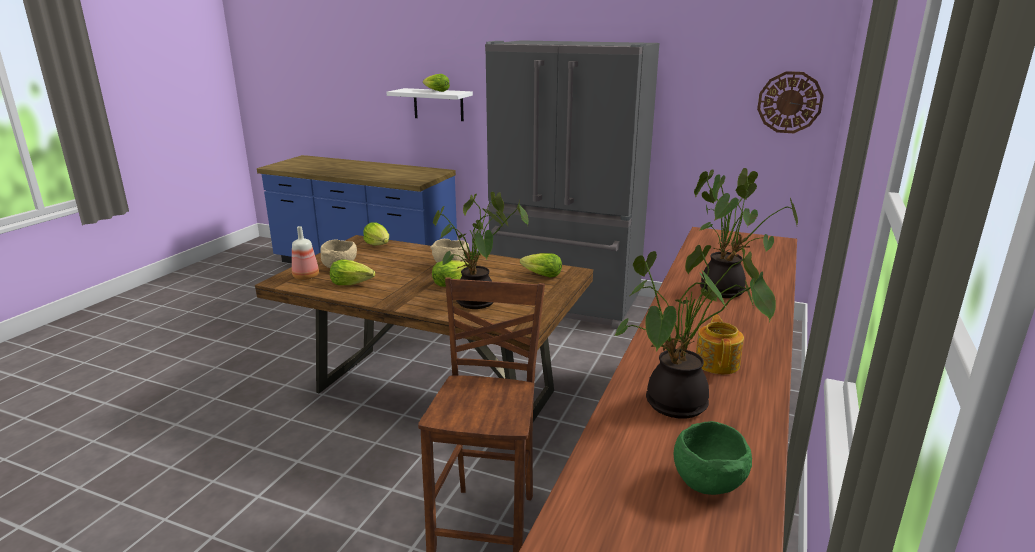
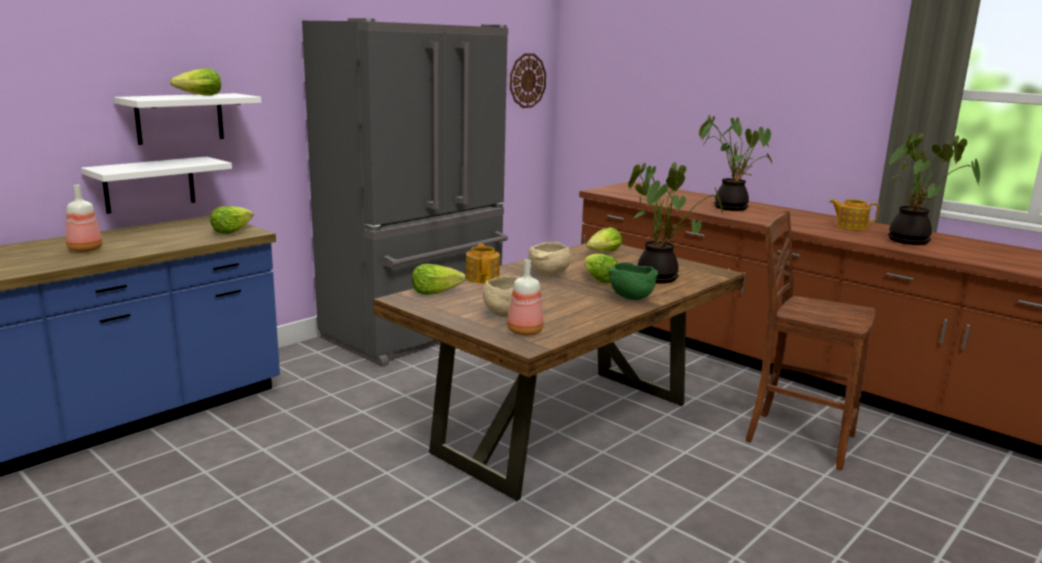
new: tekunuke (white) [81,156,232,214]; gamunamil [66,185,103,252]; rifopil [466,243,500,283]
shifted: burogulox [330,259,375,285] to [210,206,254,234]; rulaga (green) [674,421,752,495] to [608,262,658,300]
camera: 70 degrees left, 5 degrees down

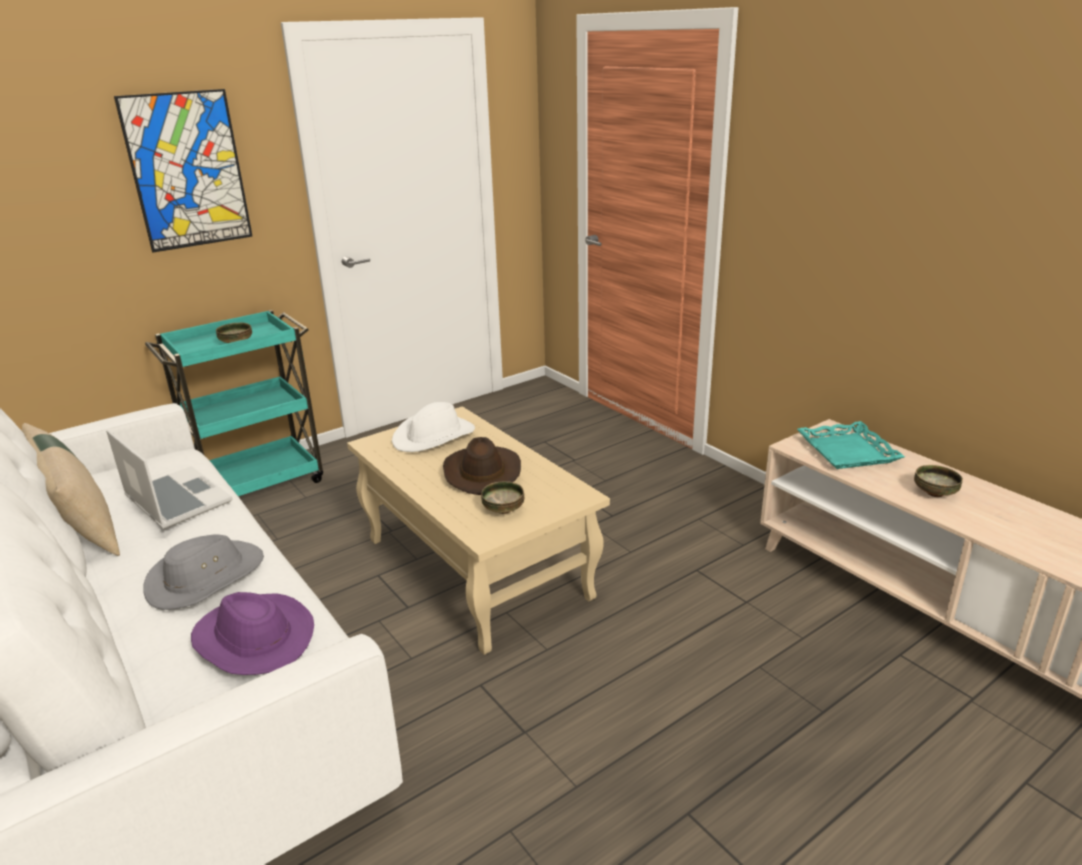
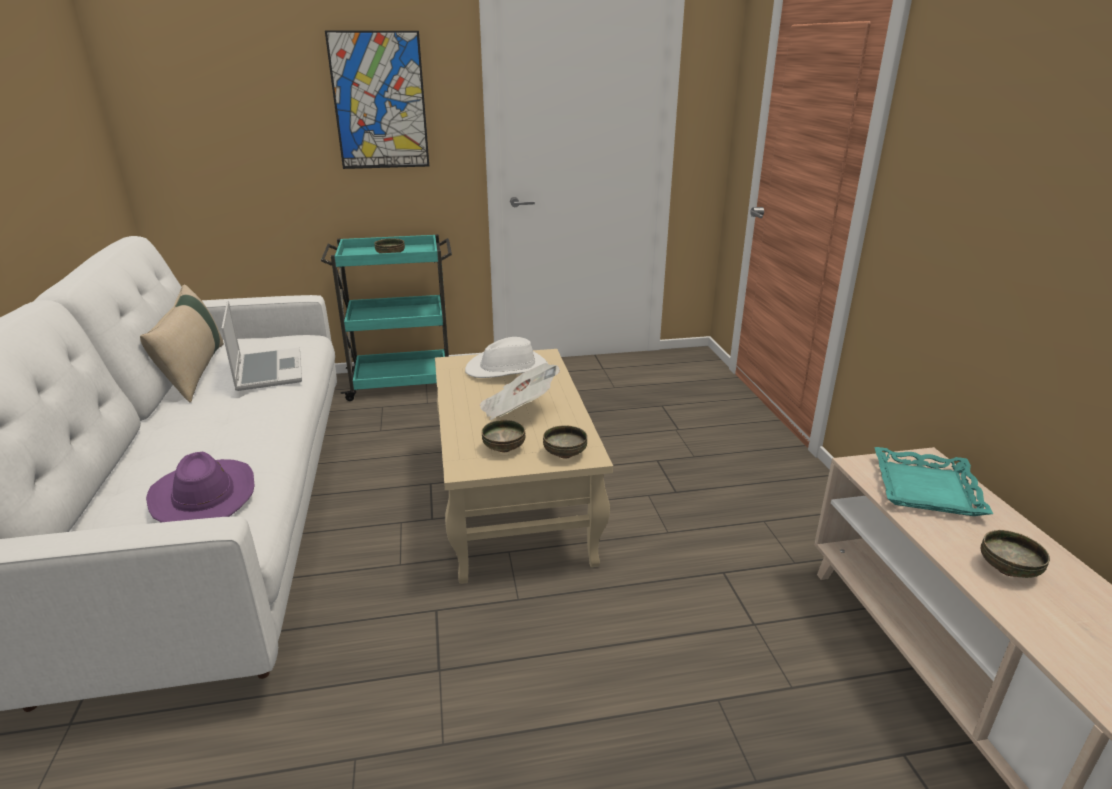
gone: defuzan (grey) [143,534,264,610]
new: rulaga [543,425,587,459]
swapped: defuzan (brown) [443,437,521,495] to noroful [480,363,560,420]
camera: 25 degrees right, 0 degrees up

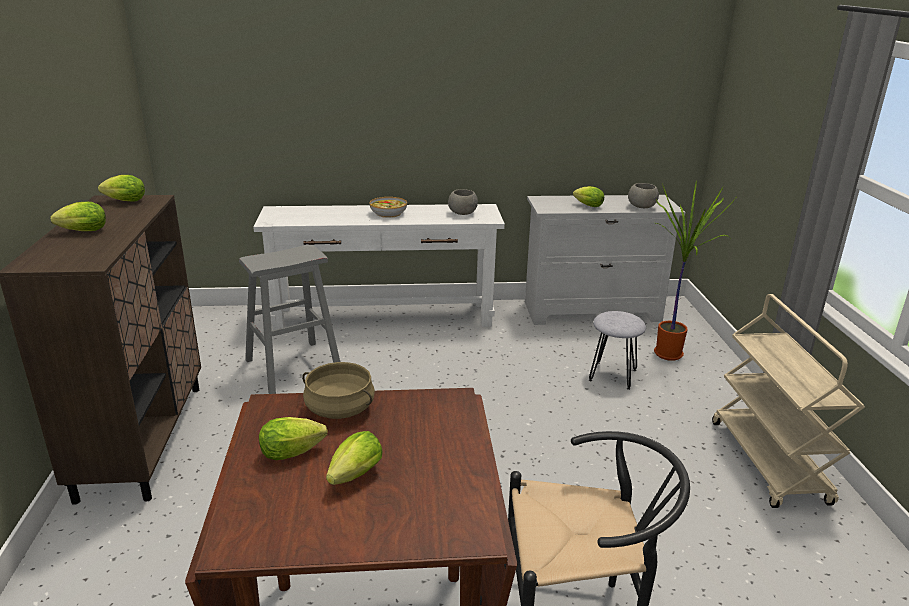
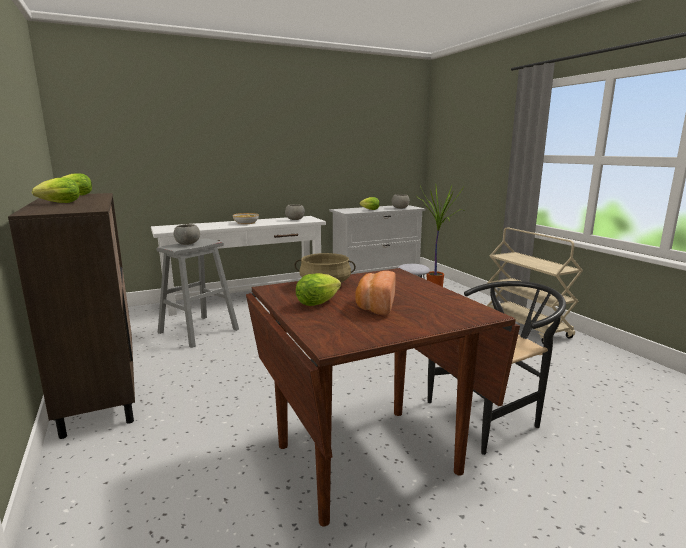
new: rulaga (grey) [173,224,200,245]
swapped: burogulox [326,431,383,485] to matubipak [355,271,396,315]
camera: 20 degrees left, 10 degrees down

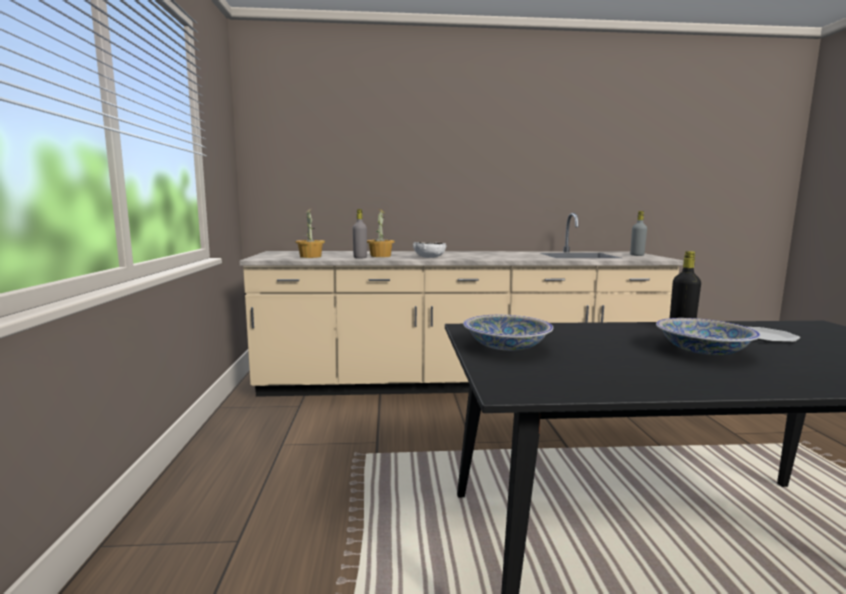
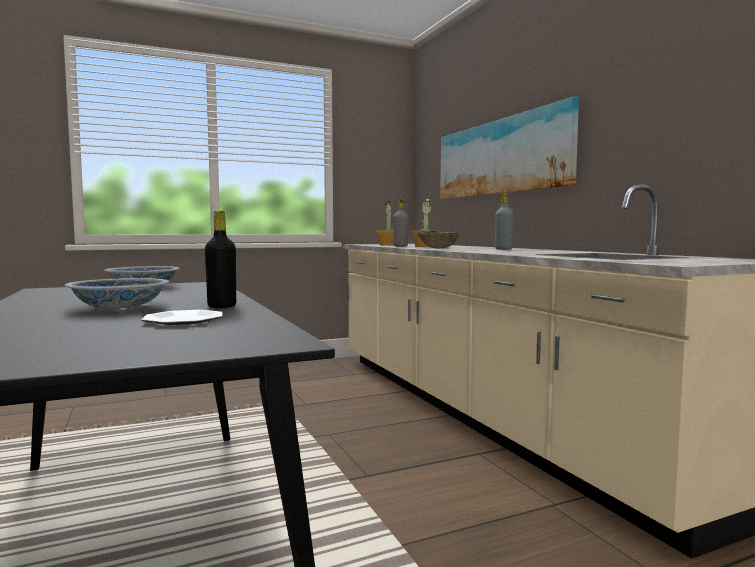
new: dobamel [440,96,579,199]
shifted: gamunamil (grey) [630,211,647,256] to [495,192,514,250]
repainted: rulaga (white) [413,242,447,258] to rulaga (brown) [418,231,459,248]
camera: 70 degrees right, 5 degrees down

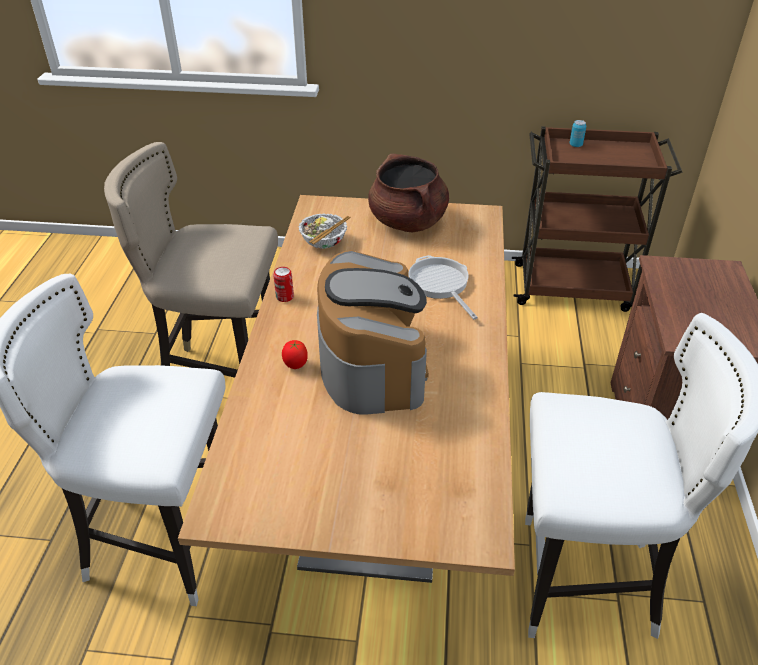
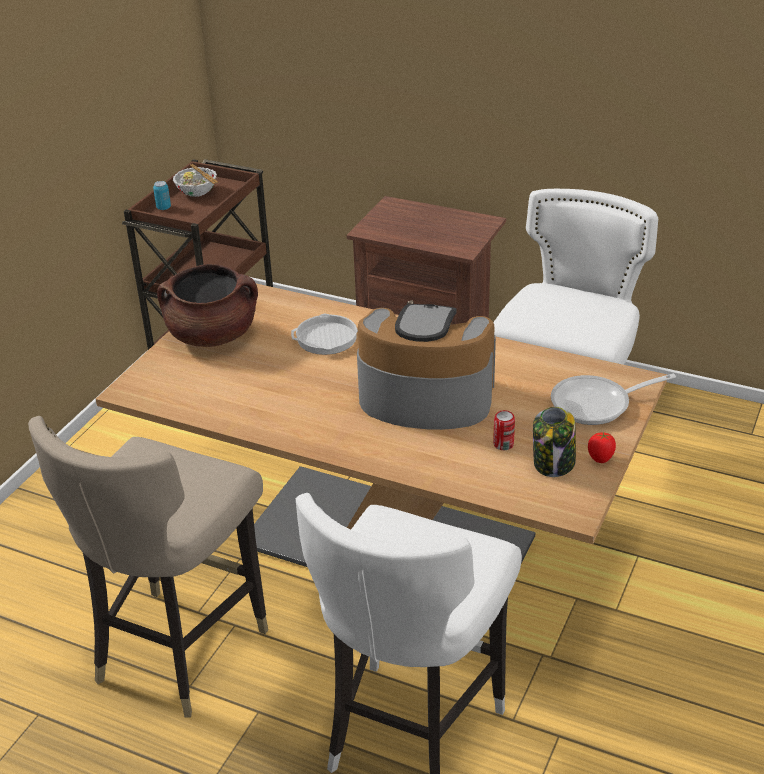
new: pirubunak [551,374,676,425]; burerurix [533,407,576,477]
shifted: rulaga [299,214,351,249] to [173,164,218,197]; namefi [273,267,294,302] to [493,410,515,450]; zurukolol [282,340,308,369] to [588,432,616,463]
camera: 70 degrees left, 5 degrees down

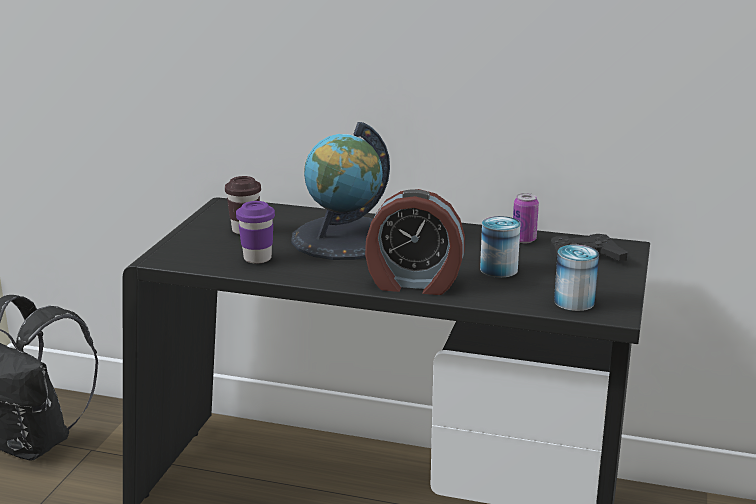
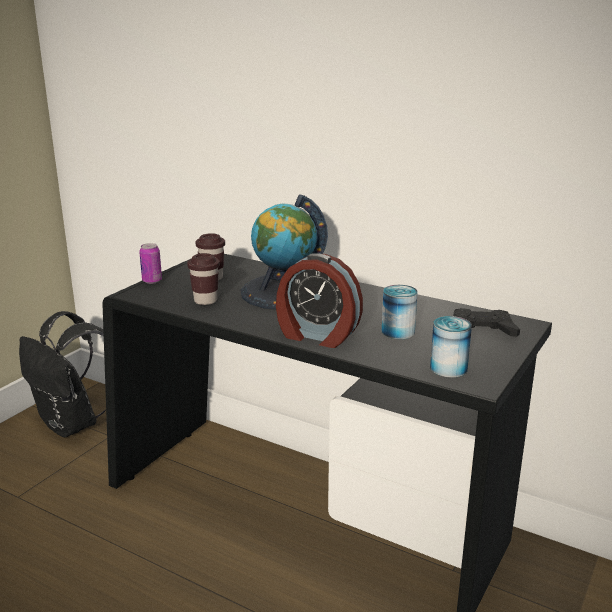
shifted: namefi [513,193,539,243] to [139,243,162,284]
repainted: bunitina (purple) [236,201,275,264] to bunitina (brown) [187,253,220,305]
camera: 15 degrees right, 0 degrees up

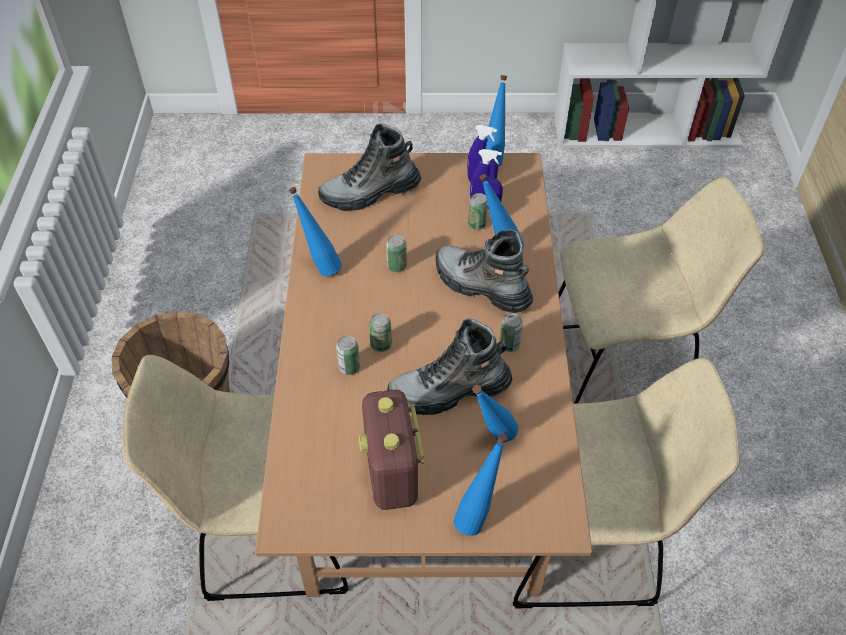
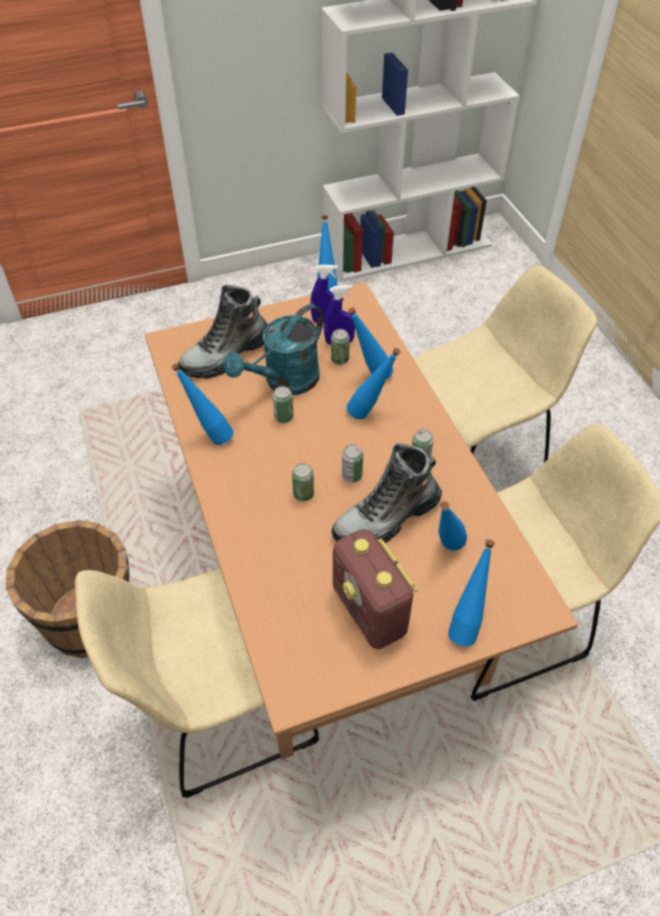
new: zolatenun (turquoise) [223,304,323,395]
shifted: namefi [336,336,360,375] to [342,445,363,483]
swapped: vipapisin [435,229,533,313] to gamunamil (blue) [347,348,401,419]
camera: 20 degrees left, 0 degrees up

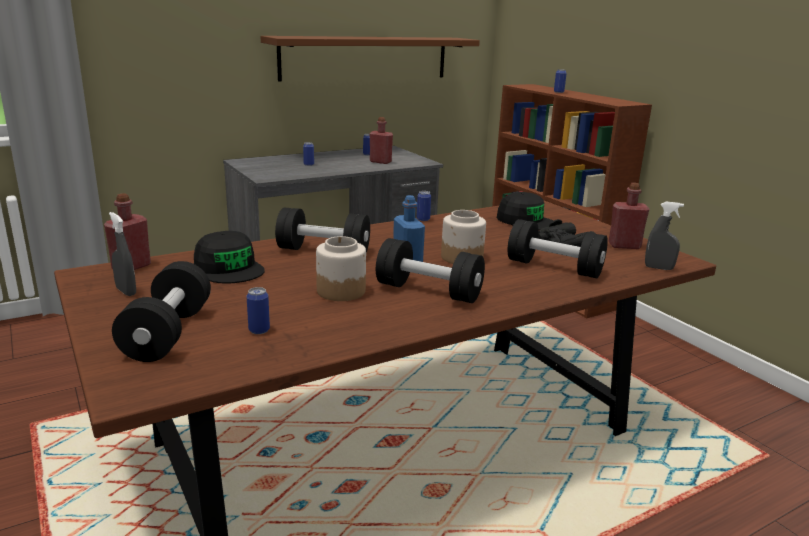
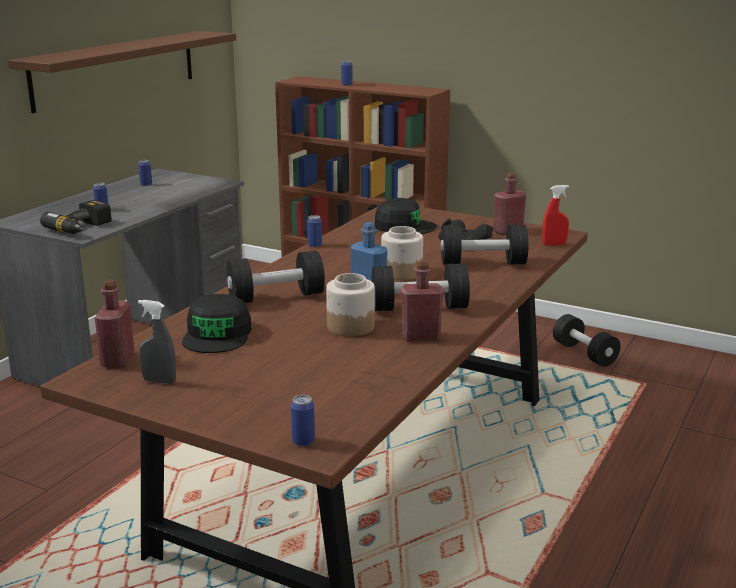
new: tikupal [40,200,112,234]
shifted: gamunamil (red) [370,117,393,164] to [400,260,444,341]; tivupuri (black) [112,261,211,362] to [553,314,621,367]; namefi [247,287,270,334] to [291,395,315,446]
repainted: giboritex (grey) [645,201,684,270] to giboritex (red) [542,185,569,246]
rotated: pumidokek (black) [194,231,265,284] = [182,294,251,353] 75 degrees clockwise
camera: 30 degrees left, 0 degrees up

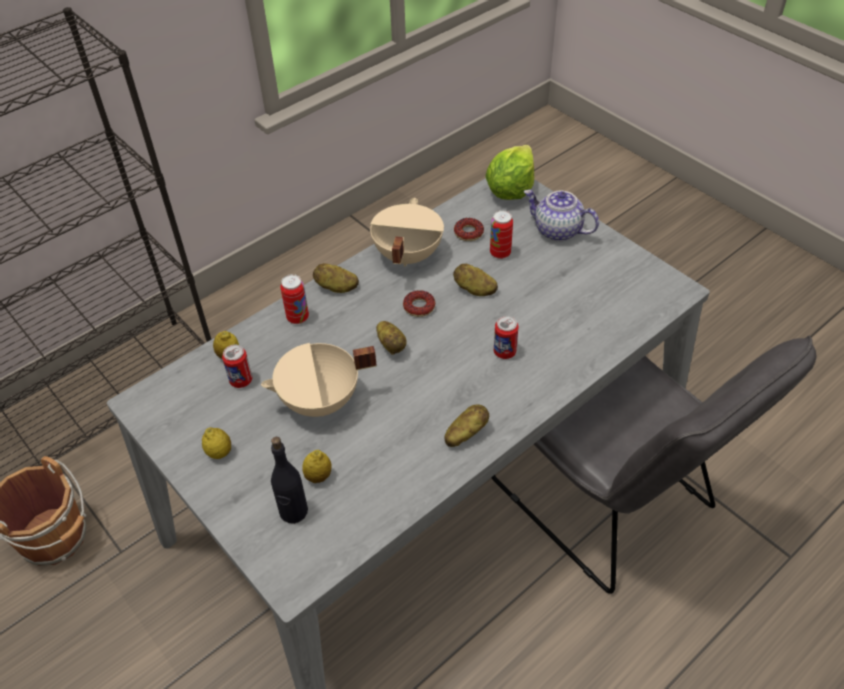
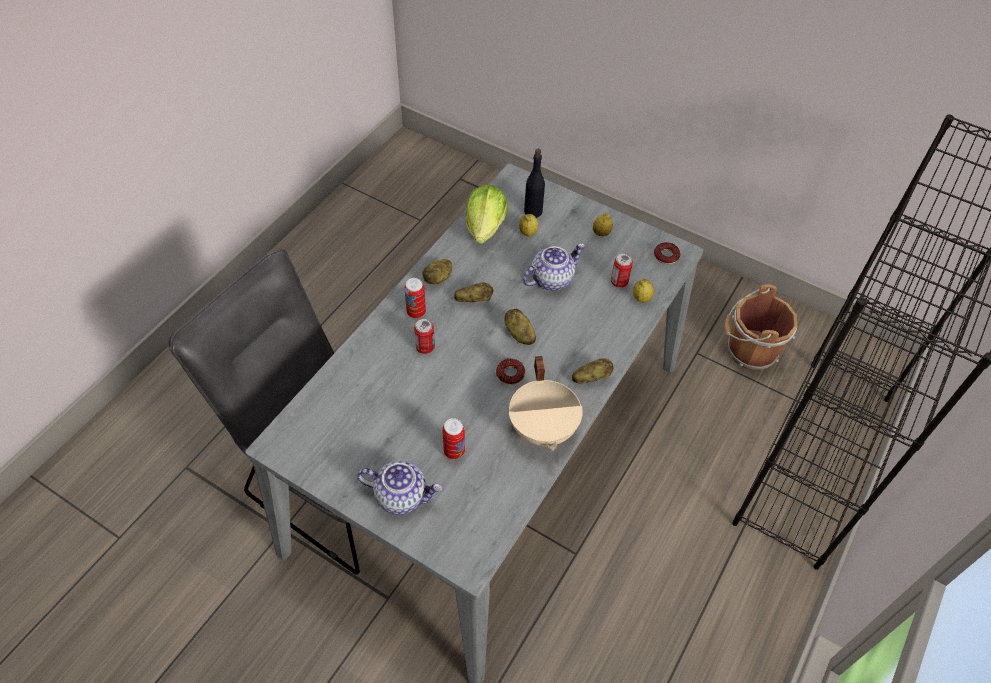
shifted: burogulox [485,145,534,200] to [466,184,508,244]; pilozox [454,218,484,241] to [654,242,680,264]; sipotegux [453,264,498,296] to [454,282,493,302]; namefi [280,274,309,324] to [404,278,426,318]
swapped: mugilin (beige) [261,343,377,417] to rifopil [523,243,585,291]
camera: 160 degrees right, 5 degrees up

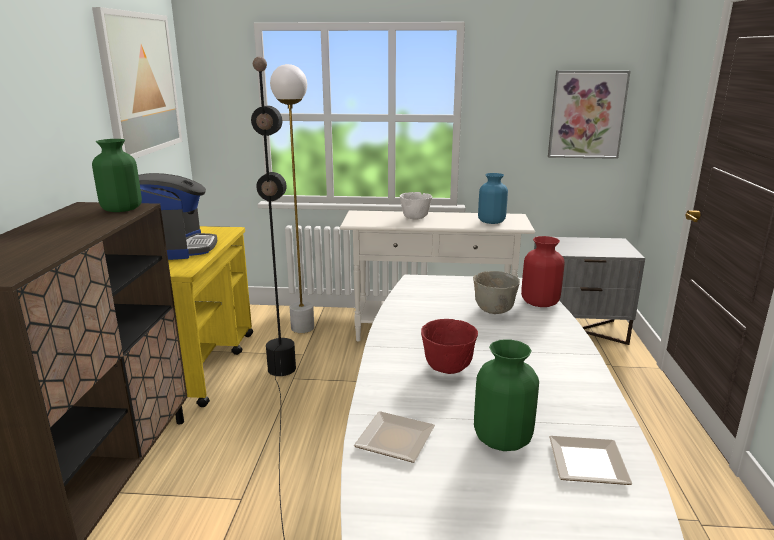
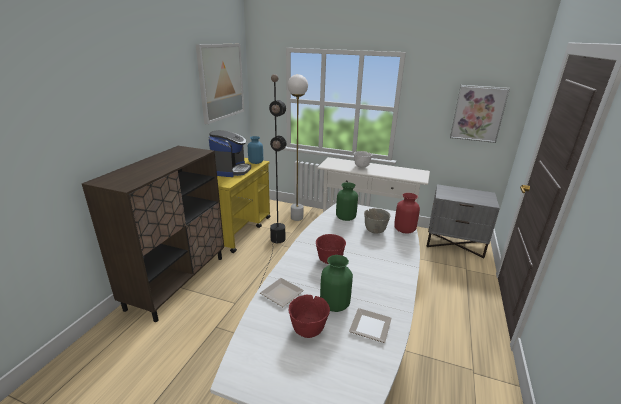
new: rulaga (red) [289,295,330,338]
shifted: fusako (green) [92,139,142,212] to [336,182,358,221]; fusako (blue) [478,173,508,224] to [248,136,263,164]
camera: 15 degrees right, 5 degrees up

